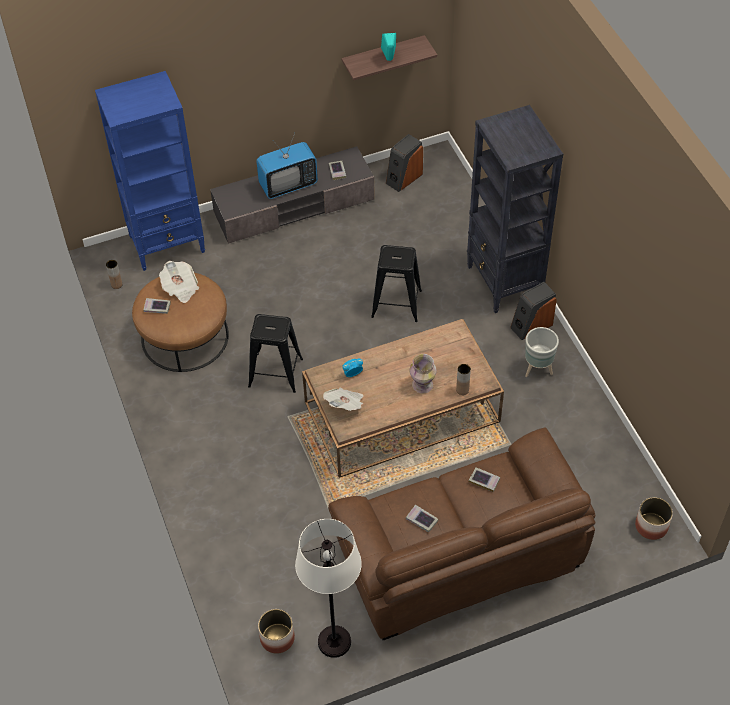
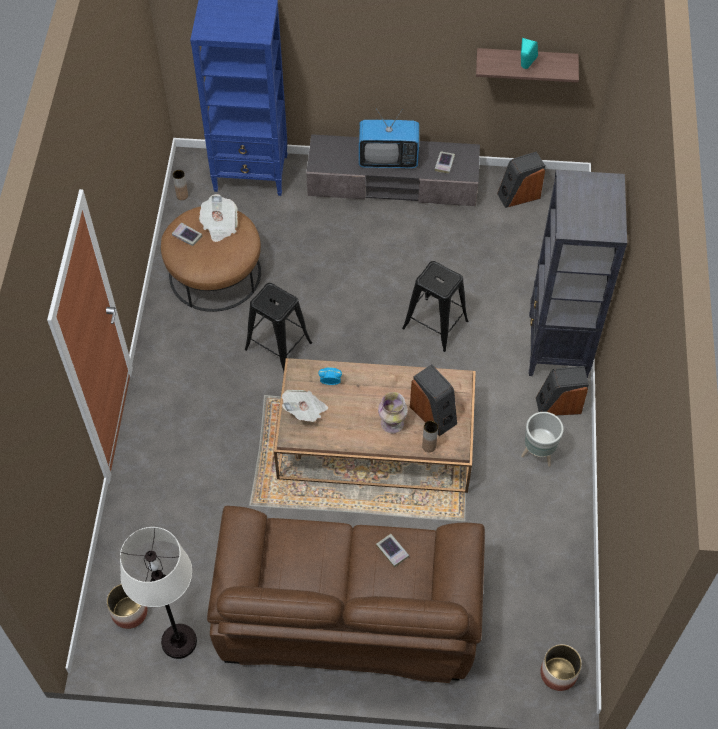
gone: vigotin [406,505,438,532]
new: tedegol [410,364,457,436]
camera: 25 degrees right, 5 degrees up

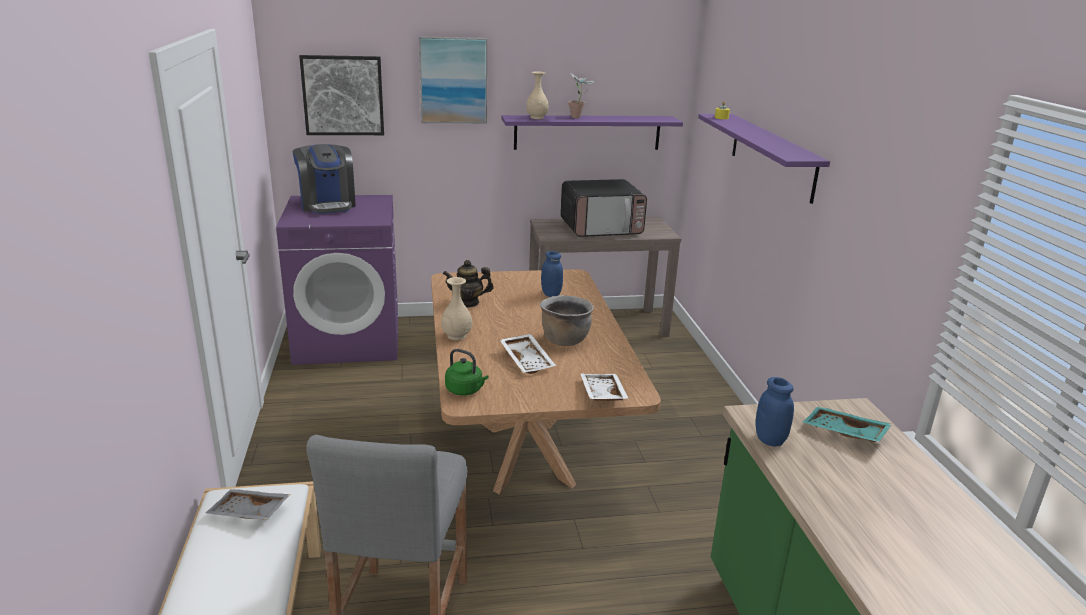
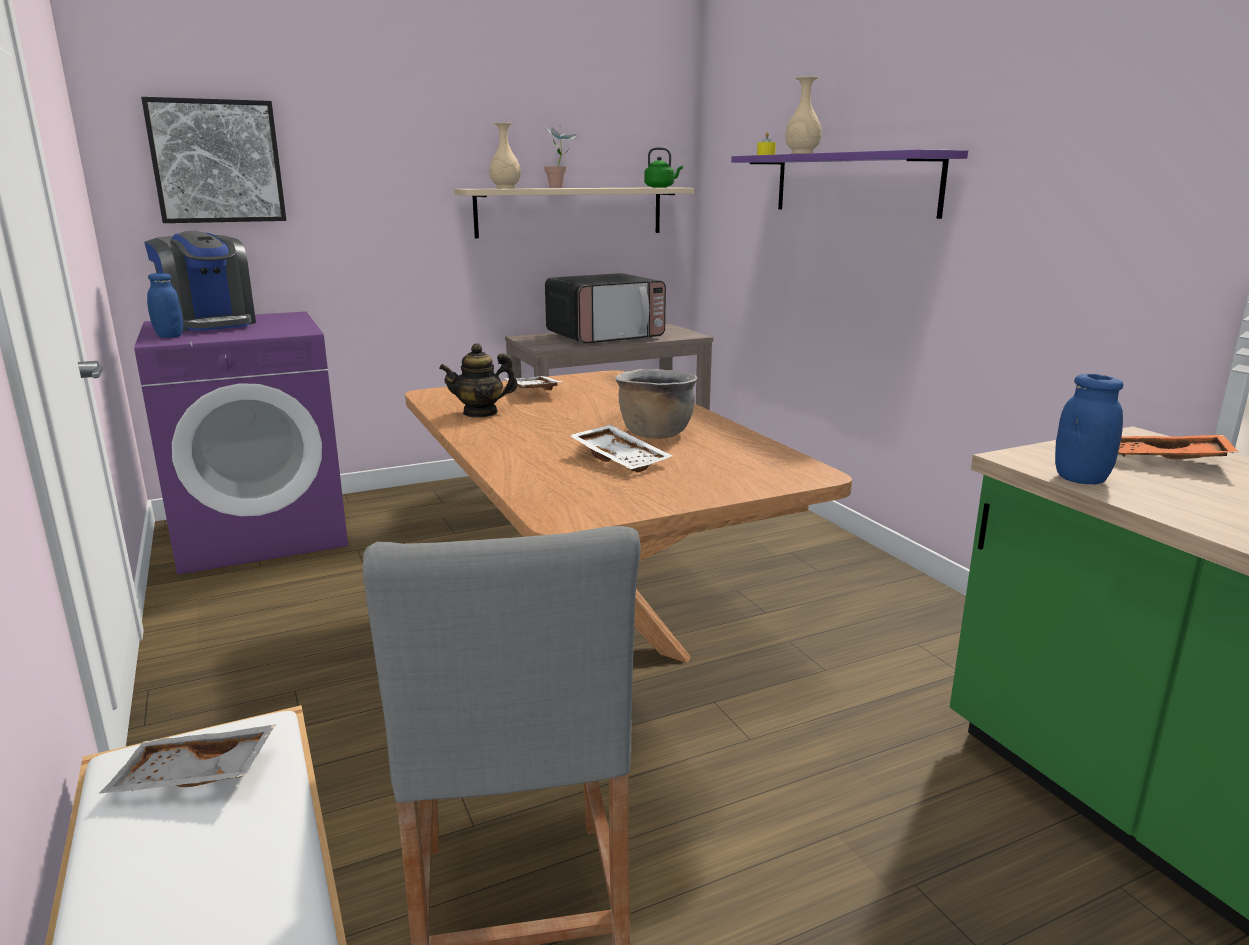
gone: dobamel [419,36,487,123]
shifted: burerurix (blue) [541,251,563,297] to [147,273,183,338]; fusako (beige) [441,277,472,340] to [785,76,822,154]; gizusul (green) [445,349,489,396] to [644,147,683,188]; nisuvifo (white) [580,373,629,401] to [505,376,562,390]
repainted: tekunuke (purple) [502,115,683,150] to tekunuke (beige) [454,187,694,238]; nisuvifo (turquoise) [803,407,892,442] to nisuvifo (orange) [1118,435,1238,460]
camera: 15 degrees left, 5 degrees down

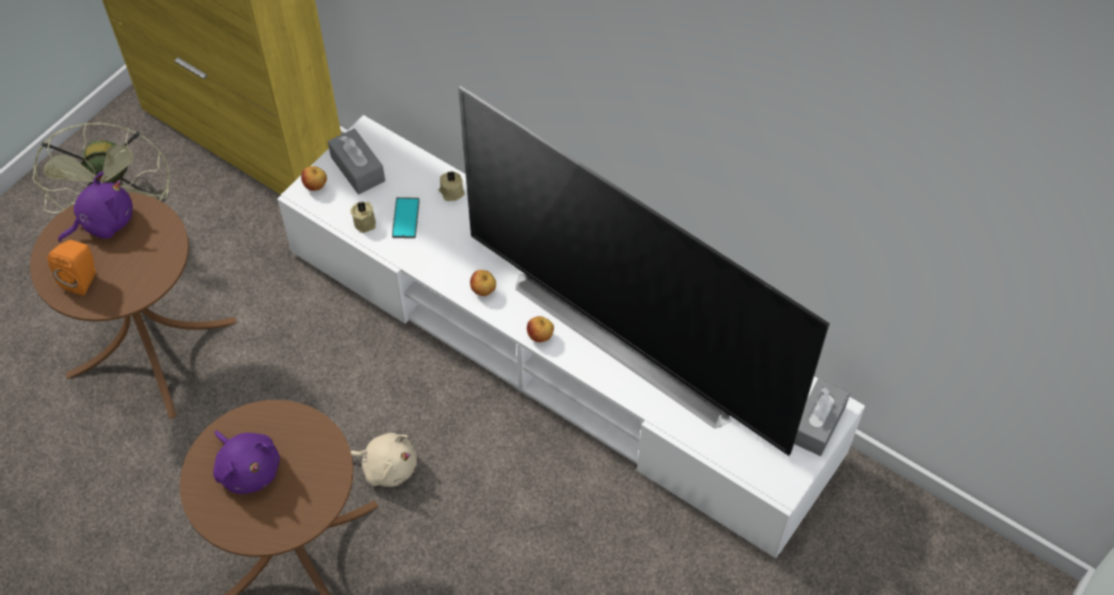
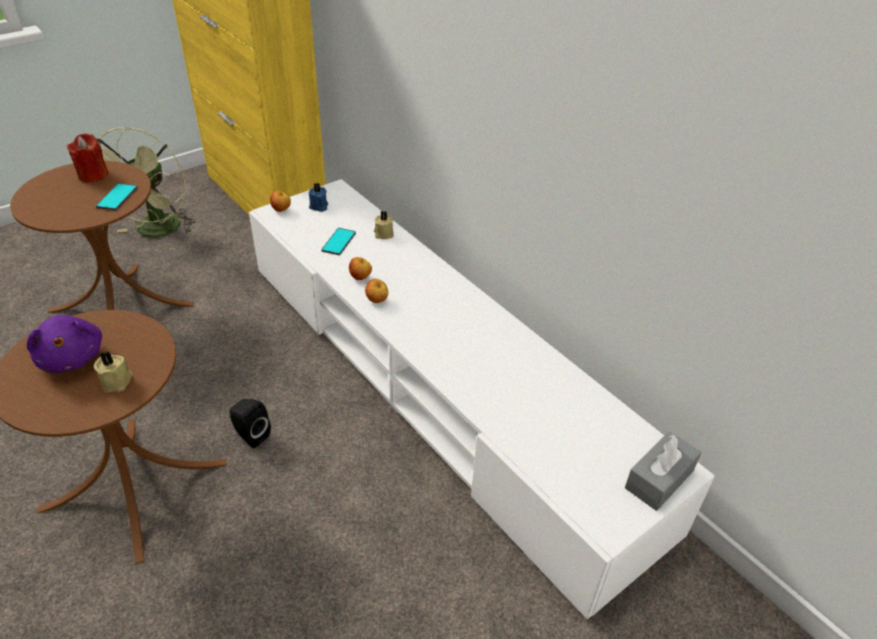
gone: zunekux [458,86,830,456]; tedegol (orange) [48,240,96,296]
new: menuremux [96,183,138,211]
shifted: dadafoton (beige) [351,202,376,233] to [94,351,133,392]; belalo [527,316,554,342] to [349,257,372,280]
swapped: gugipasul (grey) [328,128,385,195] to dadafoton (blue) [309,183,328,212]; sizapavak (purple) [58,171,133,242] to dadafoton (red) [67,133,109,182]; sizapavak (beige) [350,433,417,487] to tedegol (black) [229,399,271,448]
camera: 15 degrees right, 15 degrees down

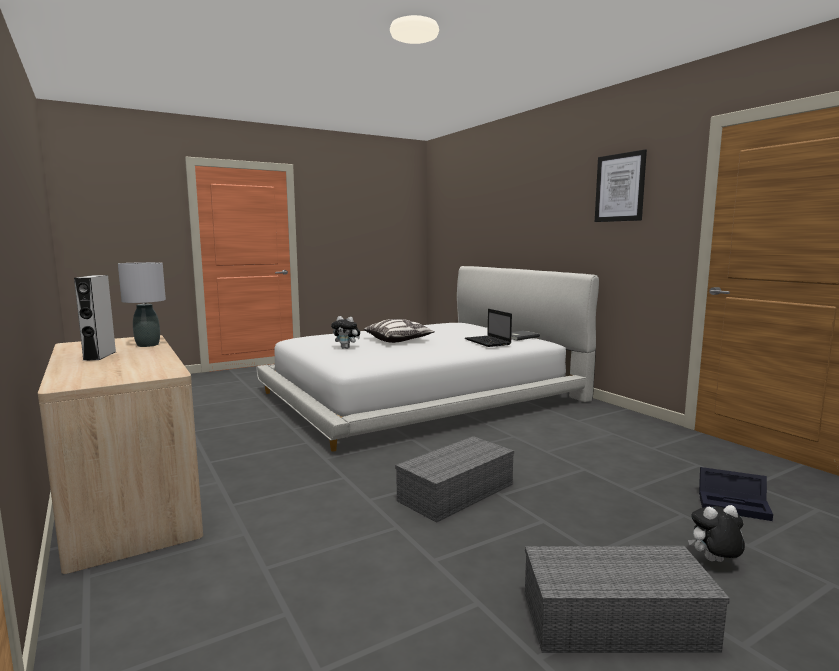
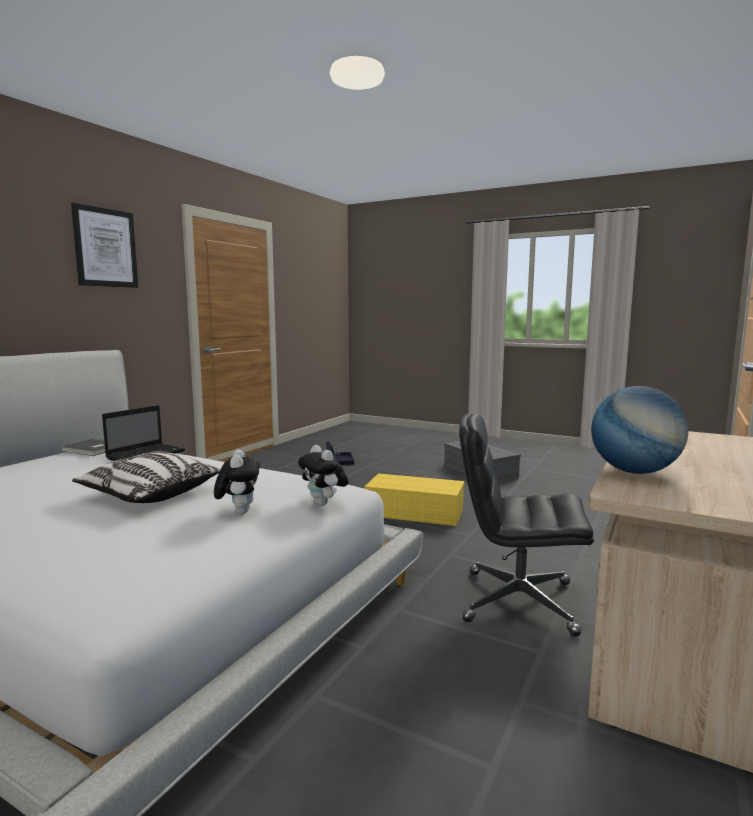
gone: tedegol (grey) [74,275,116,361]
new: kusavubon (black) [459,413,594,636]
shifted: sizapavak [688,505,745,562] to [298,445,349,506]
swapped: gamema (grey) [118,262,166,347] to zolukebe [591,386,688,474]
repainted: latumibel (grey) [395,436,514,523] to latumibel (yellow) [365,473,465,526]
camera: 120 degrees left, 0 degrees up

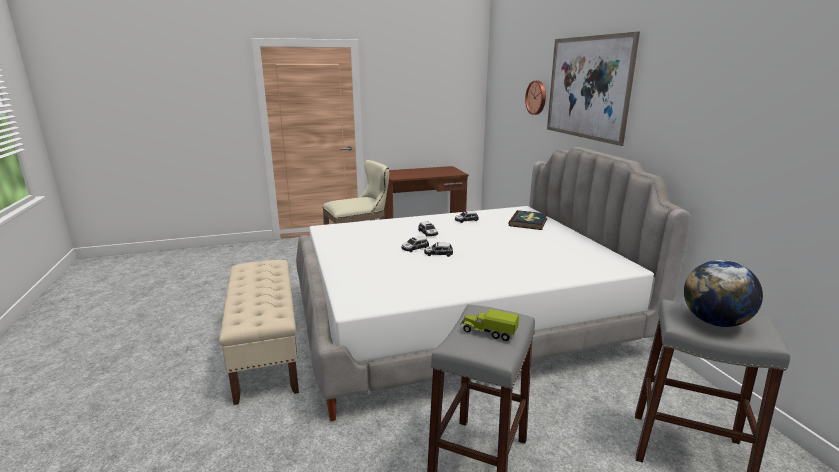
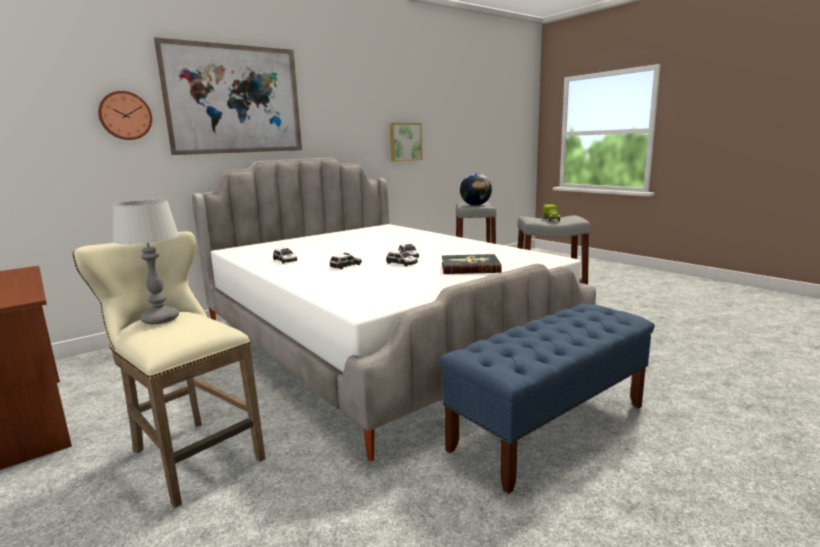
new: dobamel [390,123,422,162]; gamema [113,200,179,324]
shifted: vigotin [508,210,548,230] to [442,254,502,274]
repainted: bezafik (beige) [219,260,299,405] to bezafik (blue) [439,304,655,494]
camera: 110 degrees left, 5 degrees down

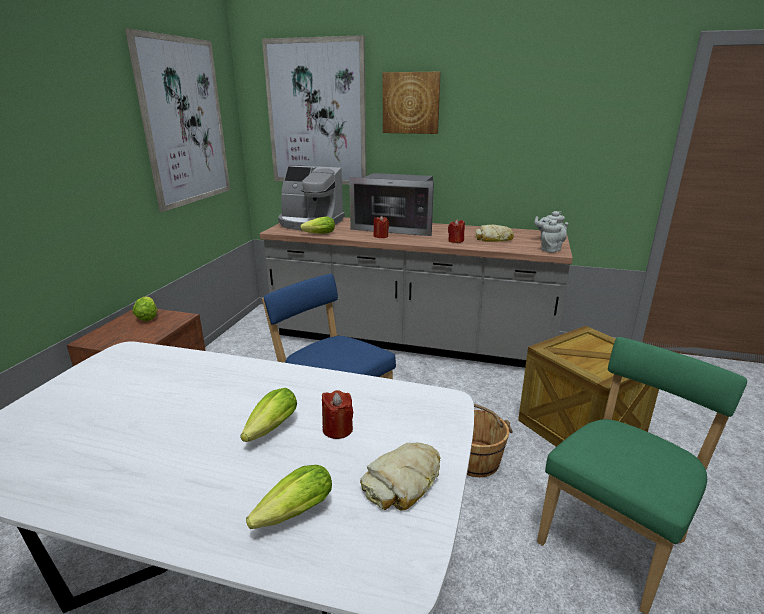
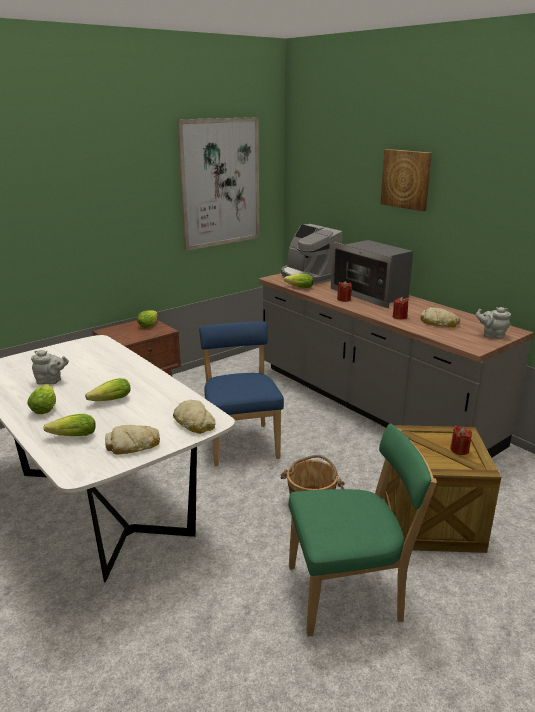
gone: dobamel [262,35,366,185]
new: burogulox [27,385,56,414]; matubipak [173,400,216,434]
shifted: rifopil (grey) [541,220,568,253] to [31,350,69,385]; dadafoton (red) [322,390,353,439] to [450,425,472,455]
camera: 35 degrees right, 0 degrees up

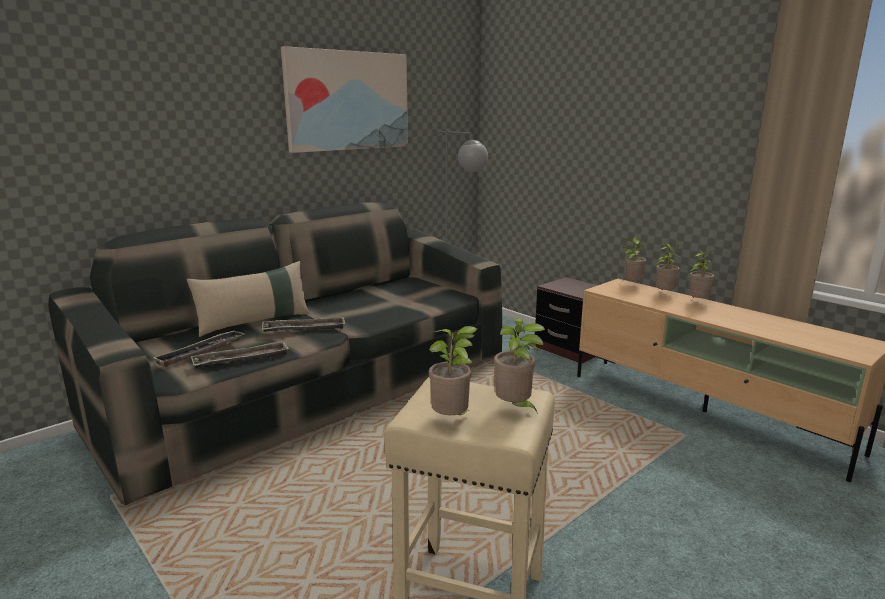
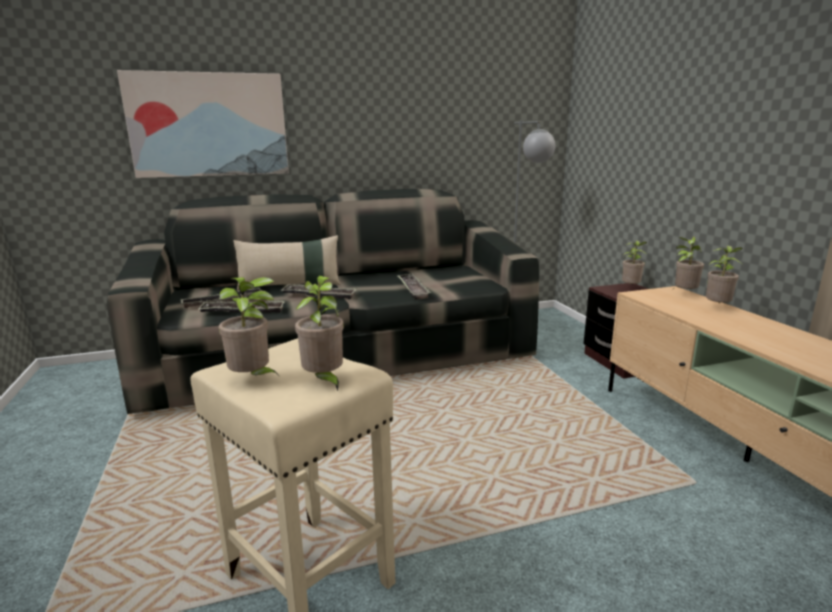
new: nisuvifo [398,274,431,300]
shifted: dobamel [281,46,408,153] to [117,70,289,178]; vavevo [689,250,714,298] to [622,241,647,285]
camera: 25 degrees right, 0 degrees up

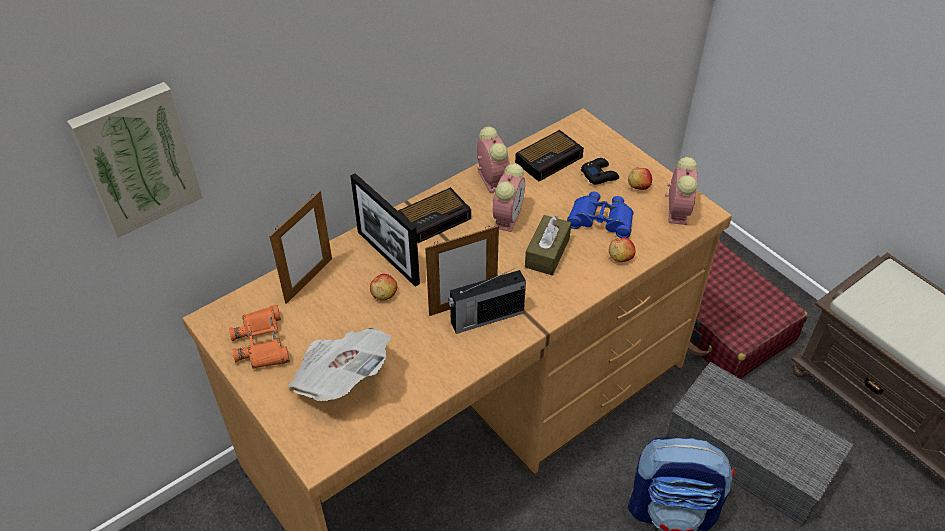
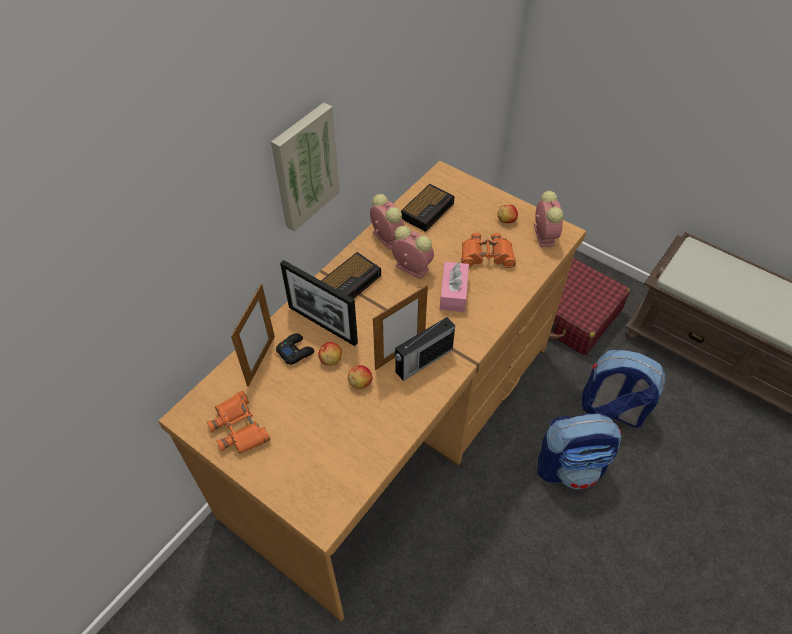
gone: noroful [287,328,391,401]
shifted: dobamel [67,82,203,237] to [271,103,340,231]; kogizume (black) [581,158,619,184] to [276,334,314,365]; belalo [609,237,635,262] to [348,365,372,389]
swapped: latumibel (grey) [666,362,854,526] to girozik [582,350,666,427]
repainted: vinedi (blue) [567,192,633,238] to vinedi (orange) [461,233,516,268]; gugipasul (brown) [525,215,571,275] to gugipasul (pink) [440,262,469,312]
rotated: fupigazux [493,163,525,232] = [392,226,434,279] 60 degrees counterclockwise
camera: 15 degrees left, 5 degrees up

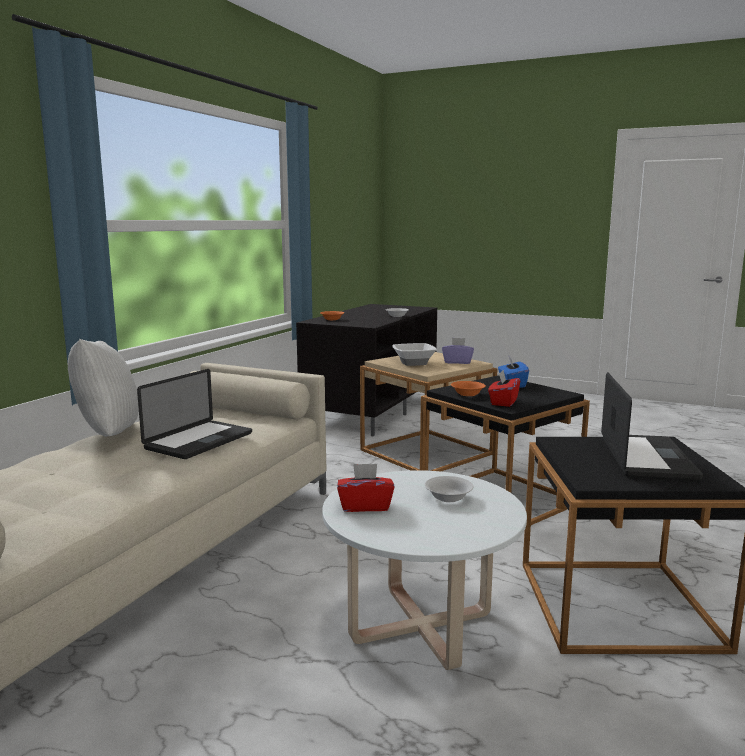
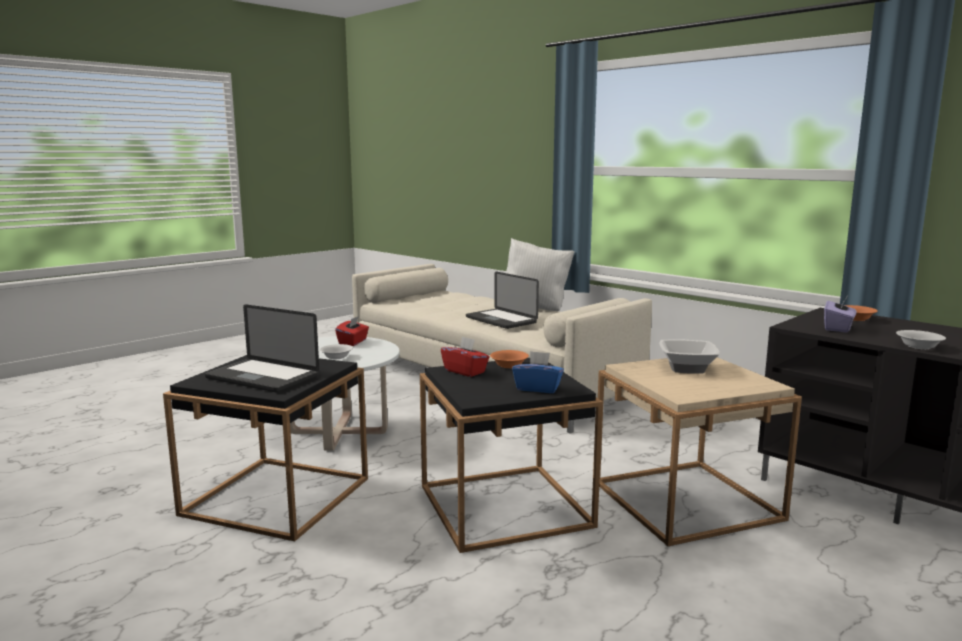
shifted: gugipasul (purple) [442,338,474,364] to [824,297,856,332]
camera: 110 degrees right, 0 degrees up

